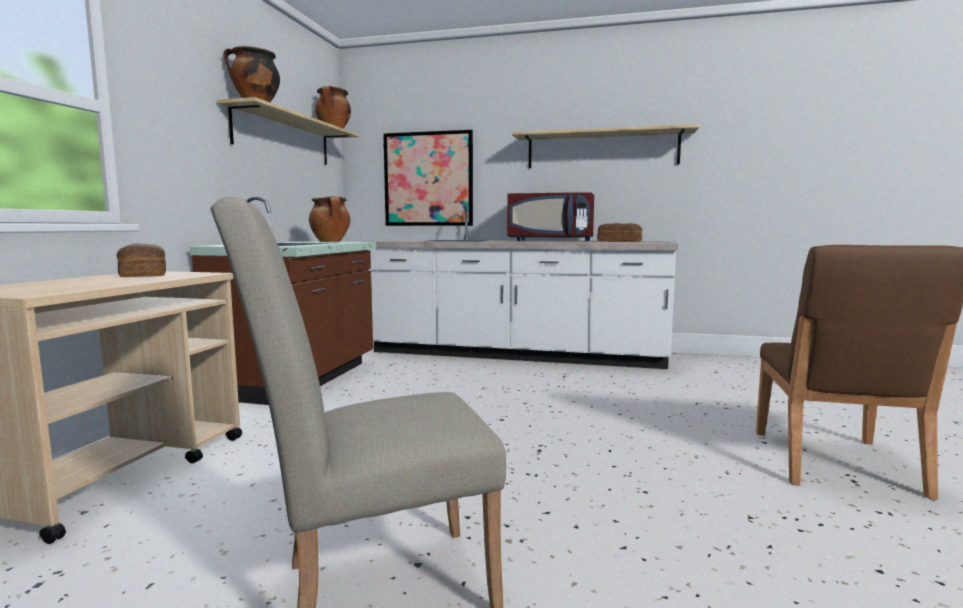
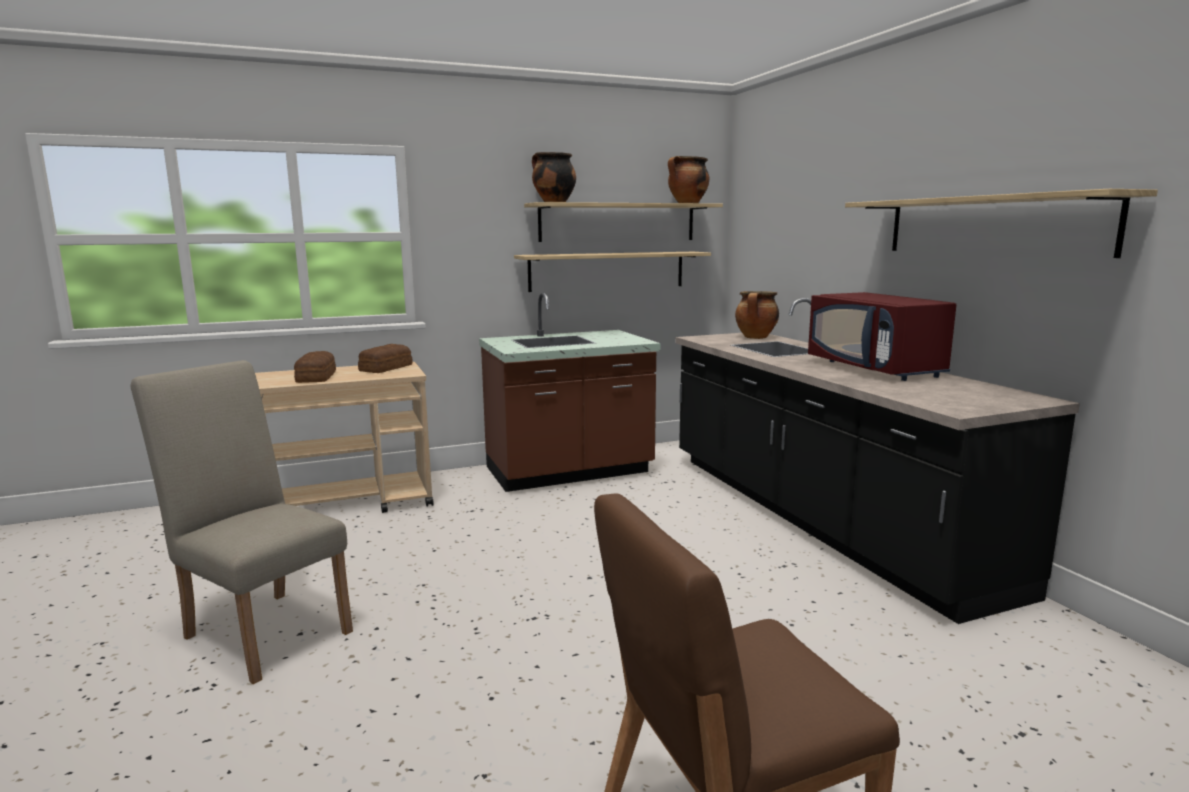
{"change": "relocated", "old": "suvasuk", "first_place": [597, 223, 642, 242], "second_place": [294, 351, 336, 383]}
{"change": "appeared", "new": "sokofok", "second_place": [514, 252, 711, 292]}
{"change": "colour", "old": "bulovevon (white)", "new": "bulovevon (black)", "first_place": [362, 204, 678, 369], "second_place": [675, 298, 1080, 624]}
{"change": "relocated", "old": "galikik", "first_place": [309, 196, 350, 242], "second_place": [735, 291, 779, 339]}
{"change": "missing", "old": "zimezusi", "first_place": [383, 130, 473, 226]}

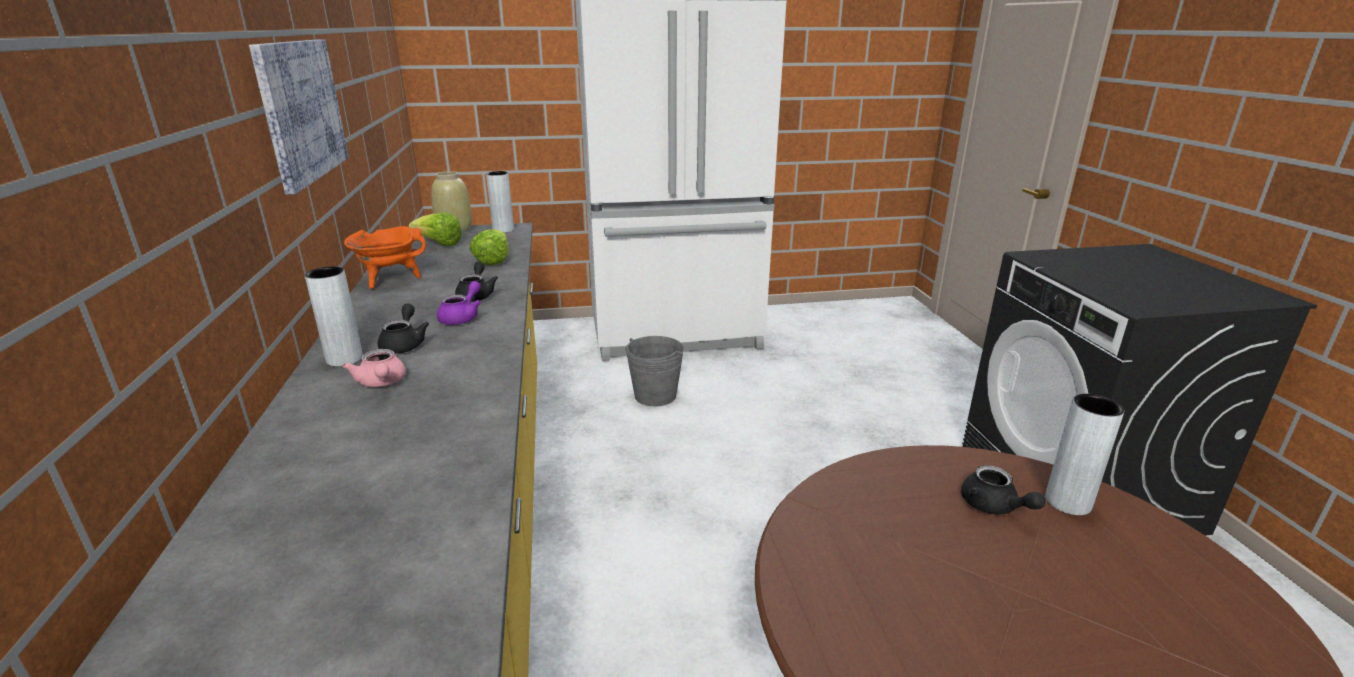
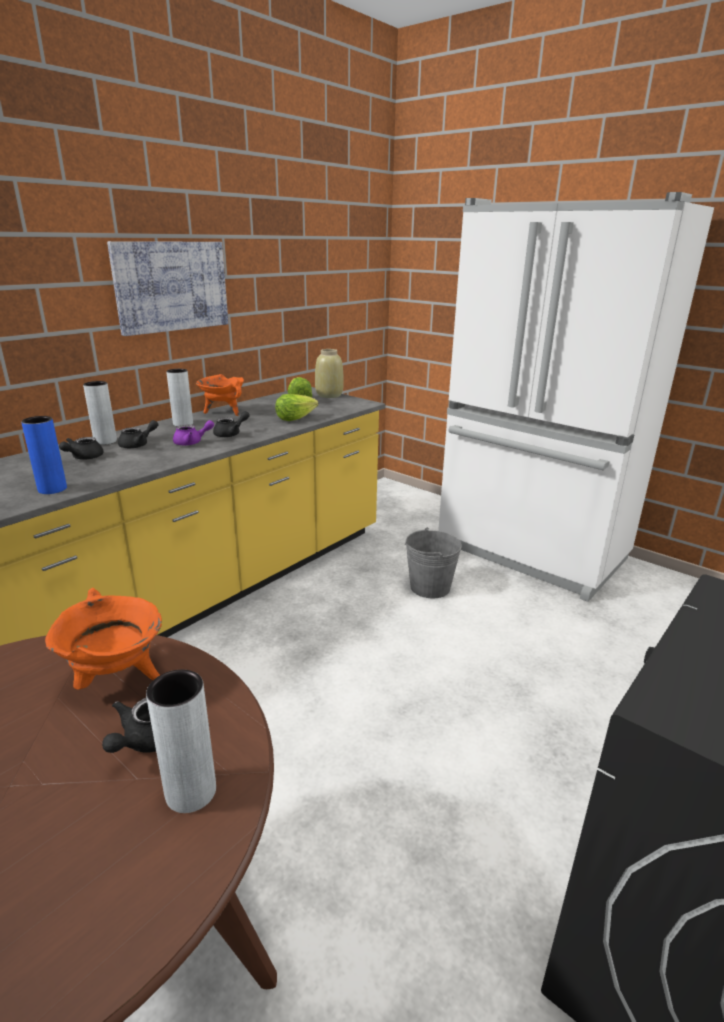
{"change": "appeared", "new": "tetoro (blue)", "second_place": [21, 416, 67, 494]}
{"change": "appeared", "new": "galikik (orange)", "second_place": [45, 588, 162, 690]}
{"change": "colour", "old": "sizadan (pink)", "new": "sizadan (black)", "first_place": [343, 349, 406, 387], "second_place": [59, 437, 104, 460]}
{"change": "relocated", "old": "tetoro (grey)", "first_place": [486, 171, 514, 233], "second_place": [166, 369, 193, 426]}

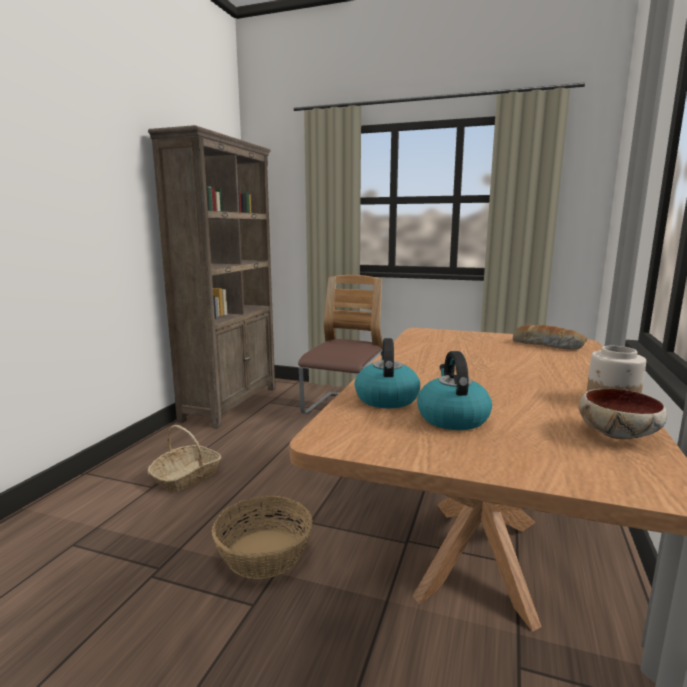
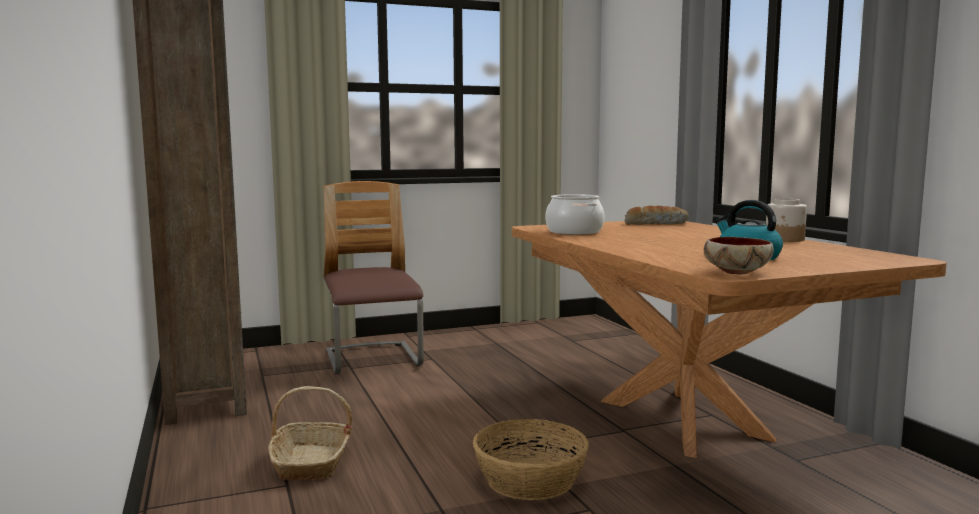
{"change": "appeared", "new": "galikik", "second_place": [545, 194, 604, 235]}
{"change": "relocated", "old": "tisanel", "first_place": [579, 388, 667, 439], "second_place": [704, 237, 774, 275]}
{"change": "missing", "old": "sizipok", "first_place": [355, 338, 420, 408]}

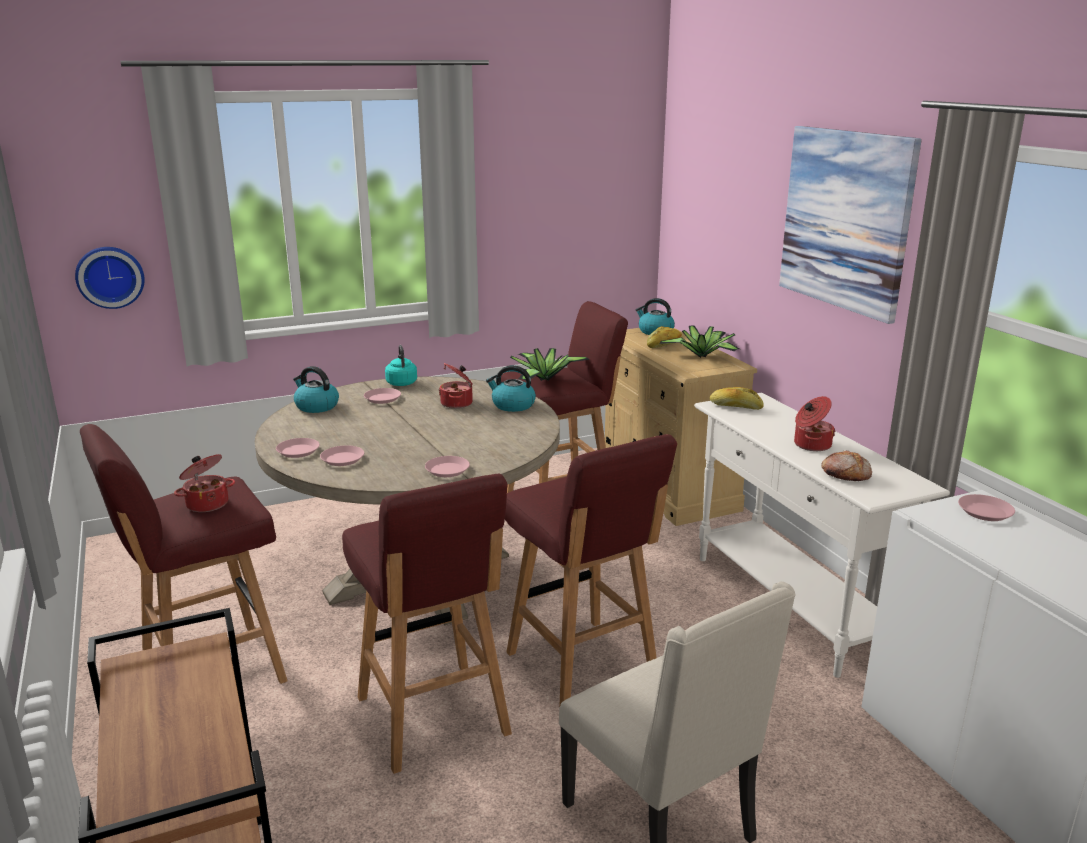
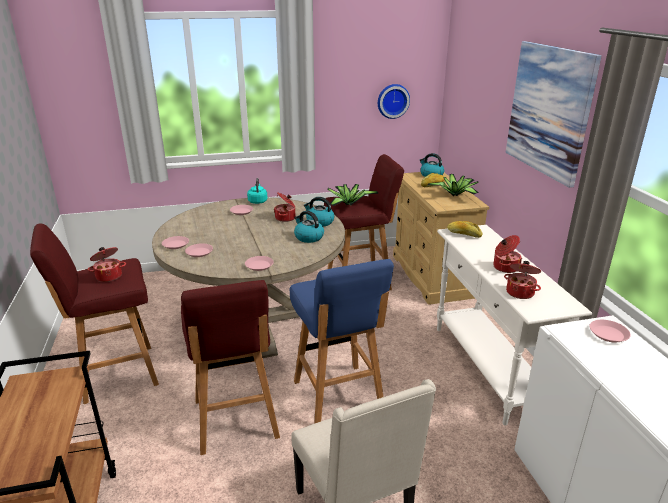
{"change": "colour", "old": "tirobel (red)", "new": "tirobel (blue)", "first_place": [505, 434, 677, 709], "second_place": [290, 259, 394, 424]}
{"change": "relocated", "old": "sizipok", "first_place": [293, 366, 339, 413], "second_place": [294, 210, 324, 243]}
{"change": "relocated", "old": "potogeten", "first_place": [75, 247, 145, 309], "second_place": [378, 84, 410, 119]}
{"change": "exchanged", "old": "suvasuk", "new": "galikik", "first_place": [821, 450, 872, 481], "second_place": [504, 261, 541, 299]}

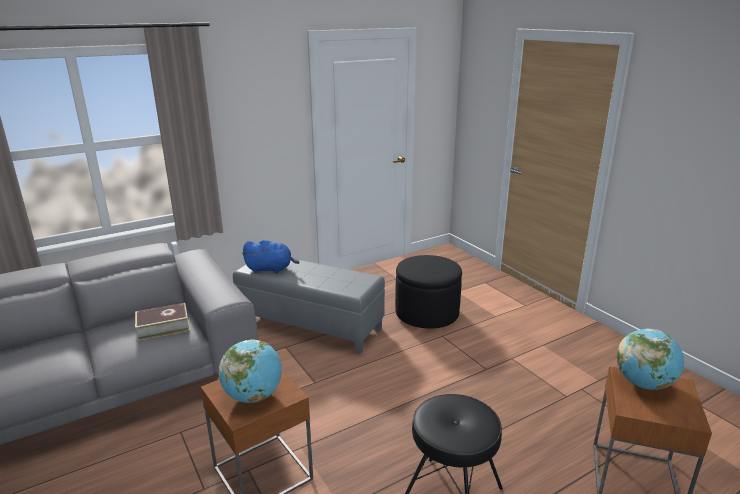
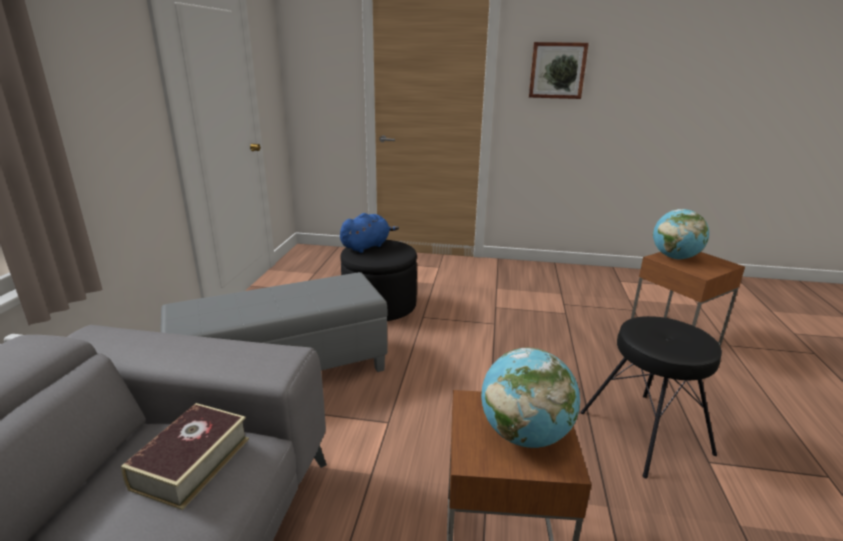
{"change": "relocated", "old": "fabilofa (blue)", "first_place": [242, 240, 299, 273], "second_place": [340, 213, 399, 253]}
{"change": "appeared", "new": "zimezusi", "second_place": [529, 42, 589, 99]}

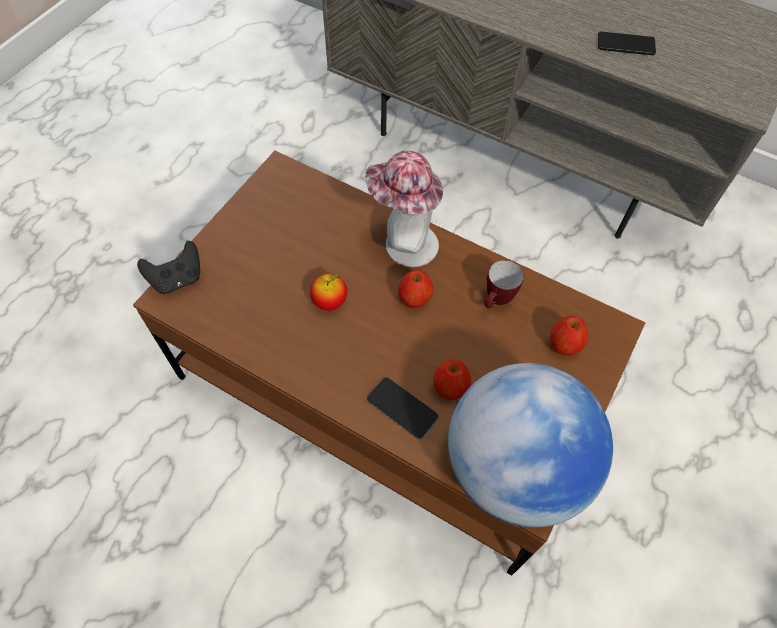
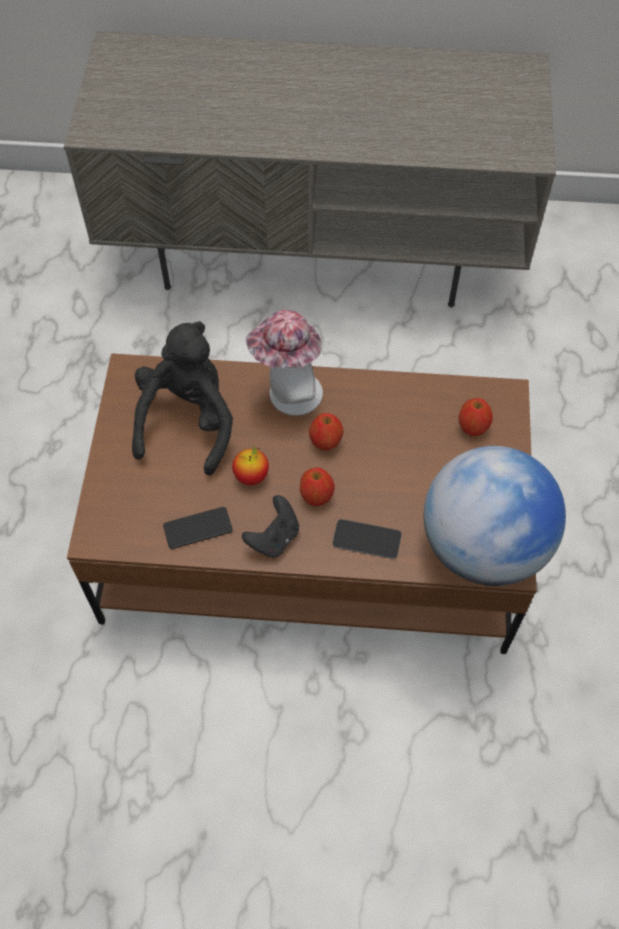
{"change": "appeared", "new": "fabilofa (black)", "second_place": [132, 321, 233, 476]}
{"change": "relocated", "old": "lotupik", "first_place": [598, 31, 656, 55], "second_place": [163, 507, 233, 549]}
{"change": "relocated", "old": "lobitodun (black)", "first_place": [137, 241, 200, 294], "second_place": [242, 495, 299, 558]}
{"change": "relocated", "old": "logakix", "first_place": [433, 359, 471, 400], "second_place": [300, 468, 335, 506]}
{"change": "missing", "old": "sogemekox", "first_place": [484, 260, 524, 308]}

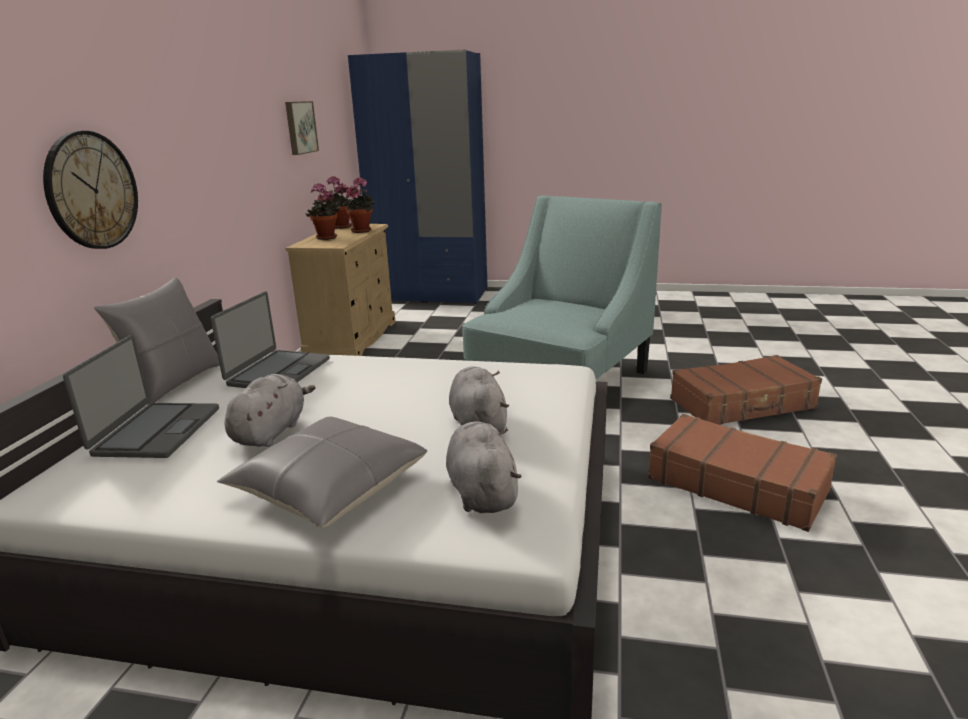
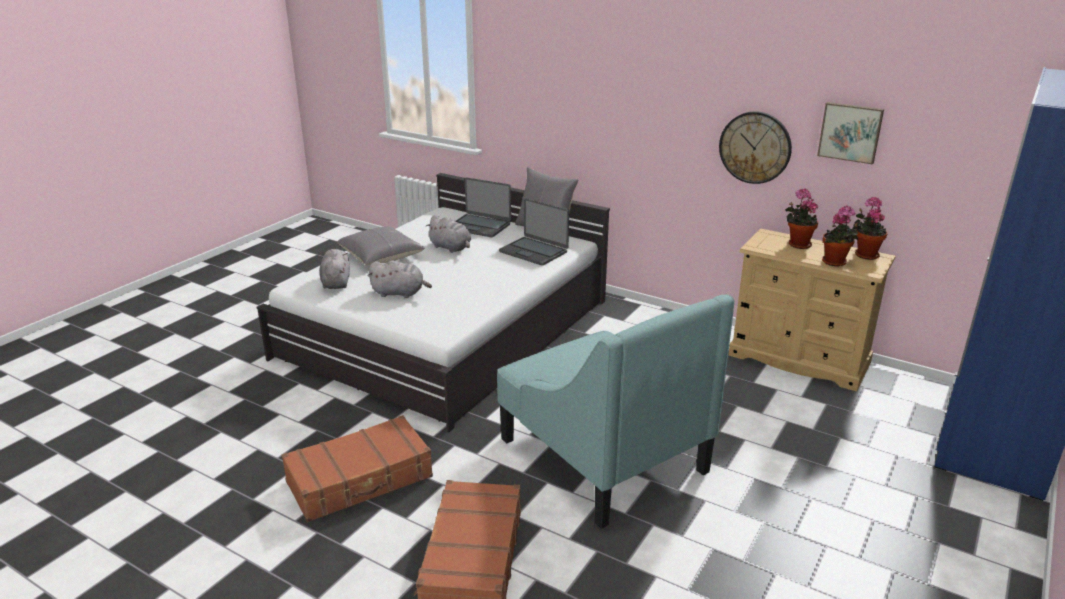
{"change": "spun", "old": "fabilofa (grey)", "first_place": [446, 422, 521, 513], "second_place": [319, 249, 350, 289], "degrees": -105}
{"change": "relocated", "old": "potogeten", "first_place": [43, 131, 138, 249], "second_place": [719, 111, 792, 184]}

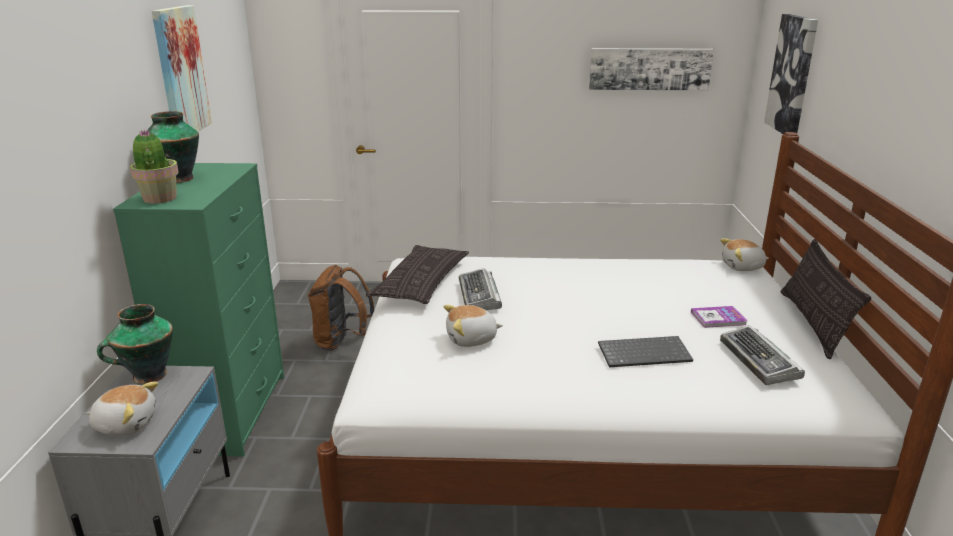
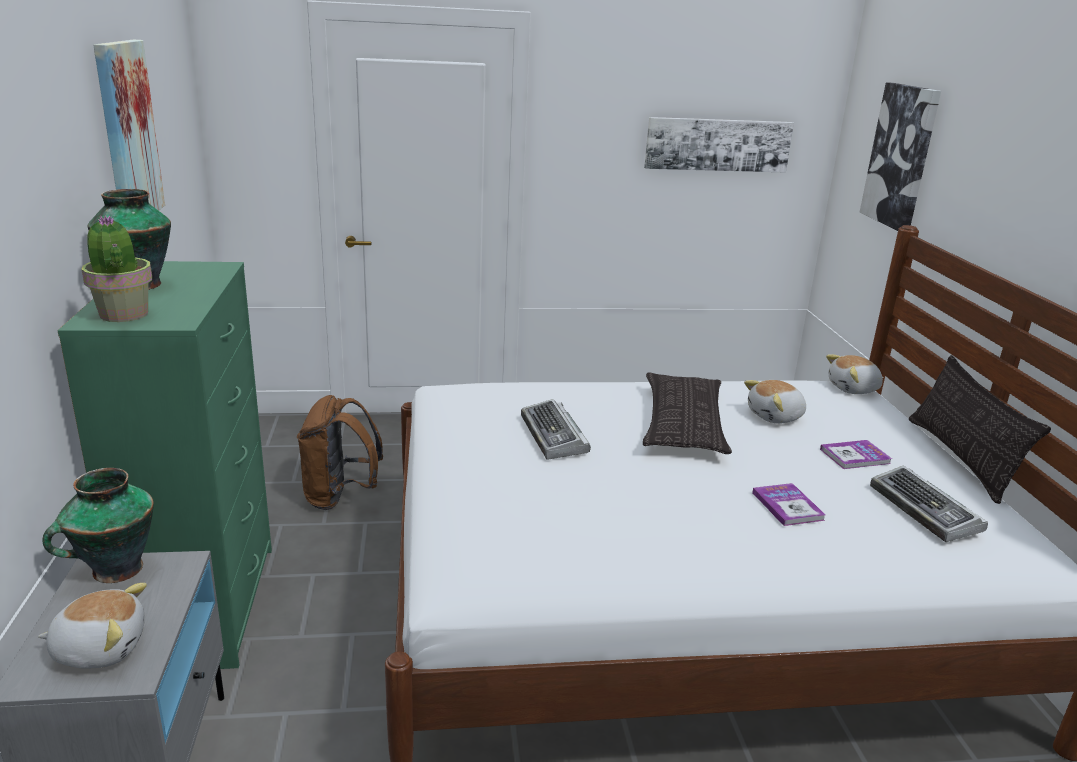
{"change": "relocated", "old": "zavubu", "first_place": [366, 245, 469, 304], "second_place": [643, 372, 732, 454]}
{"change": "relocated", "old": "fabilofa", "first_place": [443, 305, 503, 347], "second_place": [744, 380, 806, 423]}
{"change": "exchanged", "old": "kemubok", "new": "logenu", "first_place": [598, 336, 693, 367], "second_place": [752, 483, 826, 526]}

